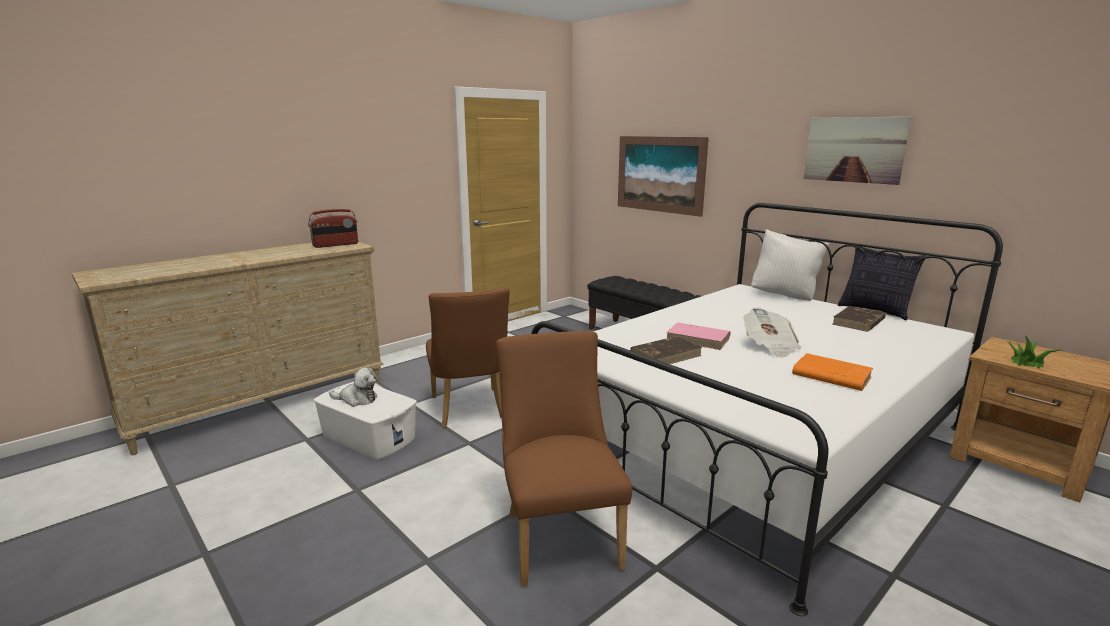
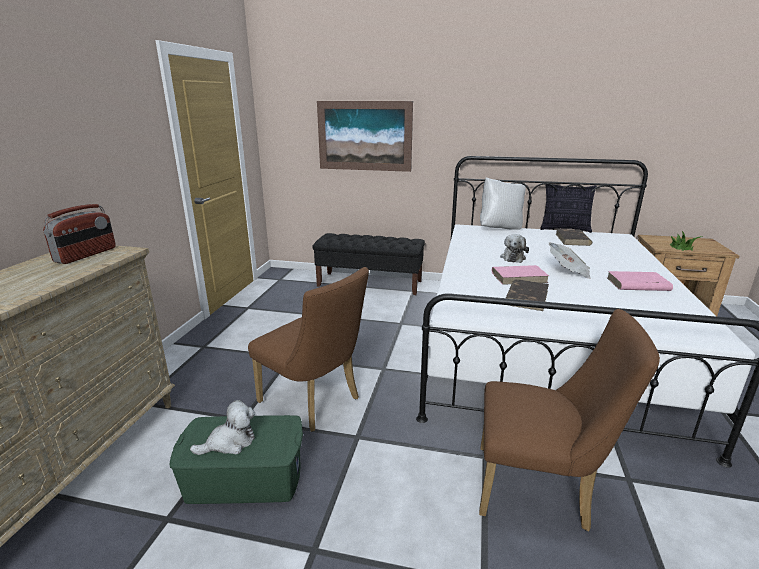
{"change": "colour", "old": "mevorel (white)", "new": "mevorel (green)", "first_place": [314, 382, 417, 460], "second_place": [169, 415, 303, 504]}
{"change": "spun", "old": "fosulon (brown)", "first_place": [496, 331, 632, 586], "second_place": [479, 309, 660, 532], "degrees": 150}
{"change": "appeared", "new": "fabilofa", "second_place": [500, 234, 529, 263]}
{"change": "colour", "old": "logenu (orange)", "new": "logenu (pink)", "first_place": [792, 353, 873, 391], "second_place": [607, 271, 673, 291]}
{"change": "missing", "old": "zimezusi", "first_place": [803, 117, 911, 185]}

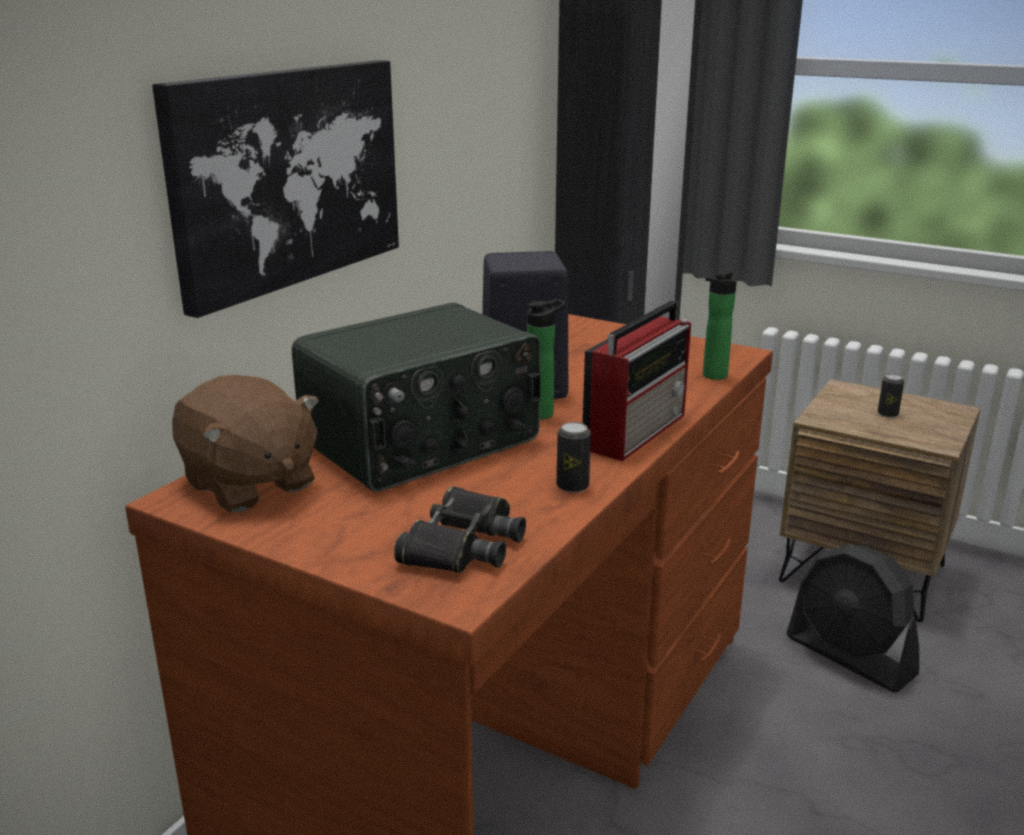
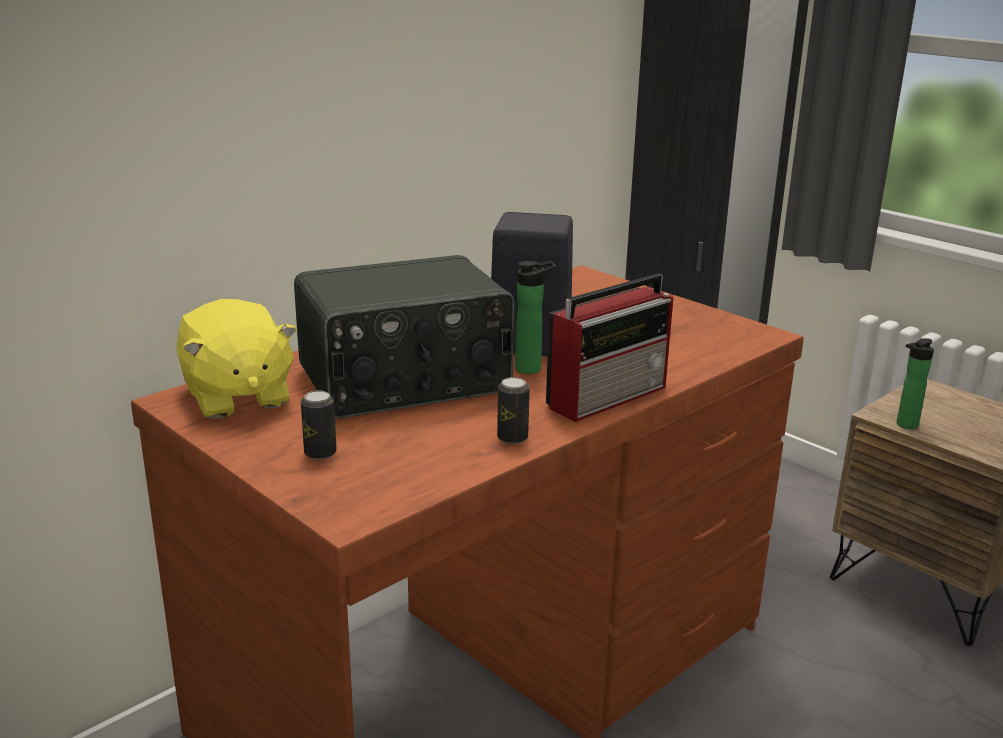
{"change": "colour", "old": "fabilofa (brown)", "new": "fabilofa (yellow)", "first_place": [172, 375, 319, 512], "second_place": [176, 299, 297, 419]}
{"change": "relocated", "old": "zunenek", "first_place": [878, 374, 904, 417], "second_place": [301, 390, 337, 460]}
{"change": "relocated", "old": "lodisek", "first_place": [703, 269, 737, 380], "second_place": [896, 338, 934, 429]}
{"change": "missing", "old": "zimezusi", "first_place": [152, 60, 399, 318]}
{"change": "missing", "old": "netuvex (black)", "first_place": [394, 487, 526, 573]}
{"change": "missing", "old": "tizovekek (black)", "first_place": [786, 544, 919, 693]}

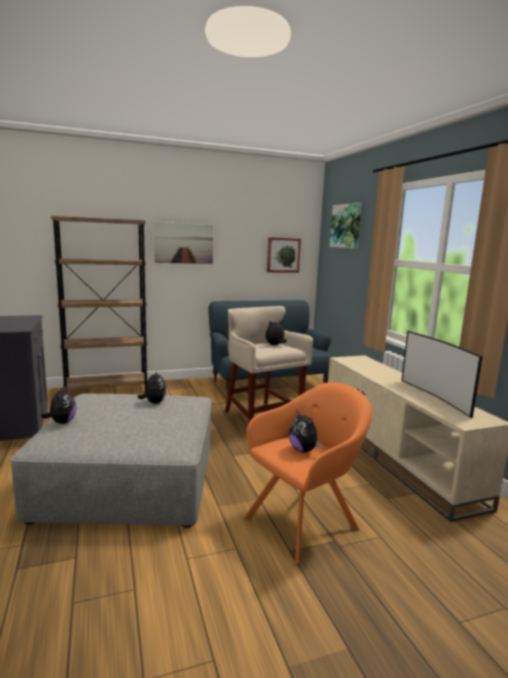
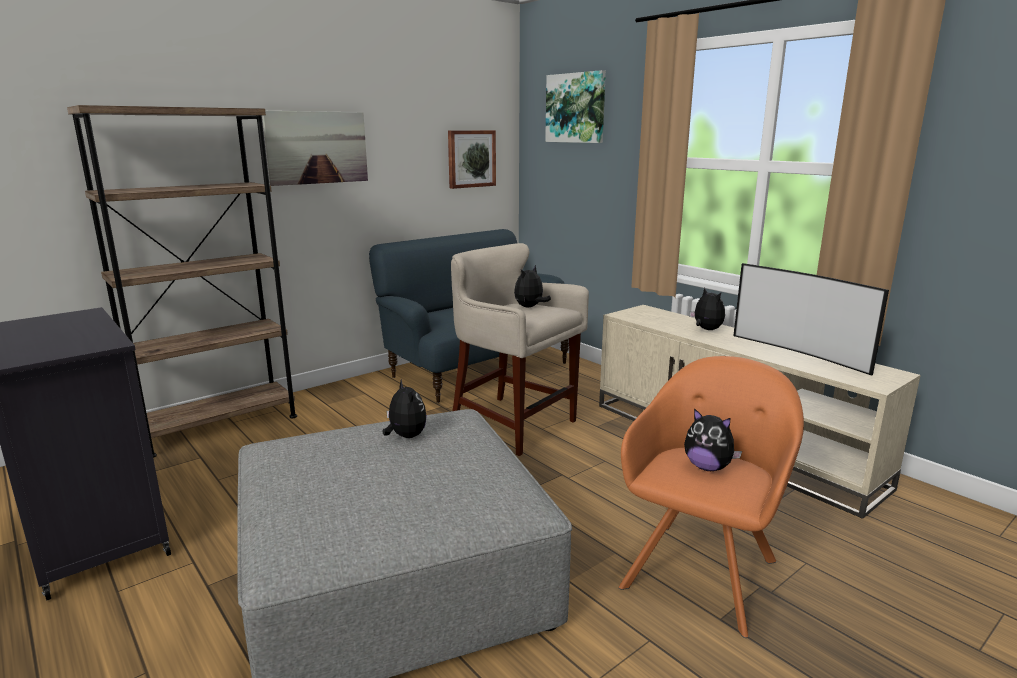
{"change": "relocated", "old": "fabilofa", "first_place": [41, 385, 76, 424], "second_place": [689, 288, 725, 330]}

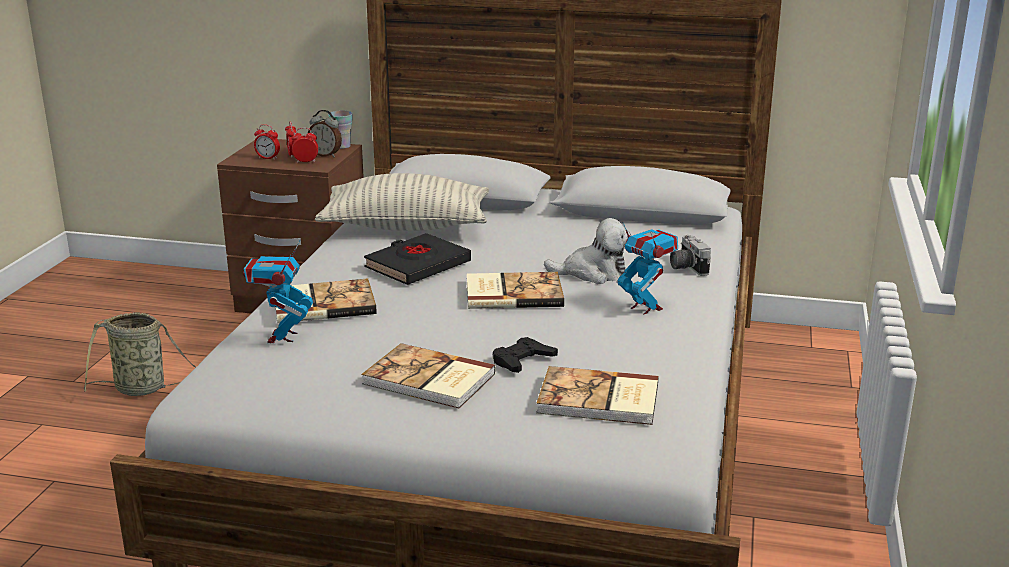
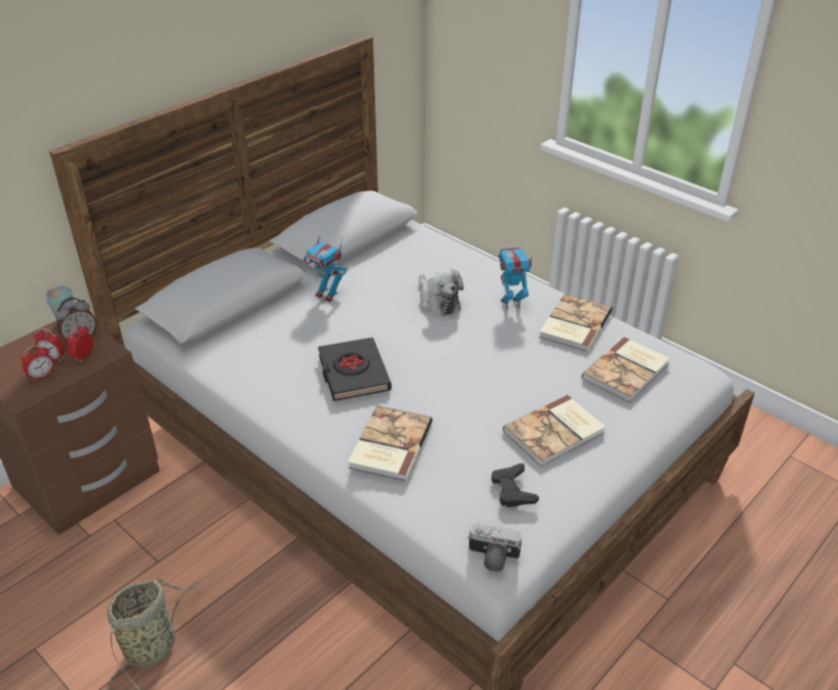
{"change": "relocated", "old": "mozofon", "first_place": [243, 240, 313, 343], "second_place": [304, 228, 346, 302]}
{"change": "spun", "old": "fabilofa", "first_place": [544, 218, 631, 284], "second_place": [419, 268, 464, 316], "degrees": 120}
{"change": "relocated", "old": "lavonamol", "first_place": [670, 235, 711, 276], "second_place": [467, 524, 522, 572]}
{"change": "relocated", "old": "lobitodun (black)", "first_place": [493, 337, 558, 373], "second_place": [491, 463, 539, 507]}
{"change": "relocated", "old": "logenu", "first_place": [467, 272, 564, 309], "second_place": [539, 294, 612, 352]}
{"change": "missing", "old": "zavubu", "first_place": [315, 173, 489, 231]}

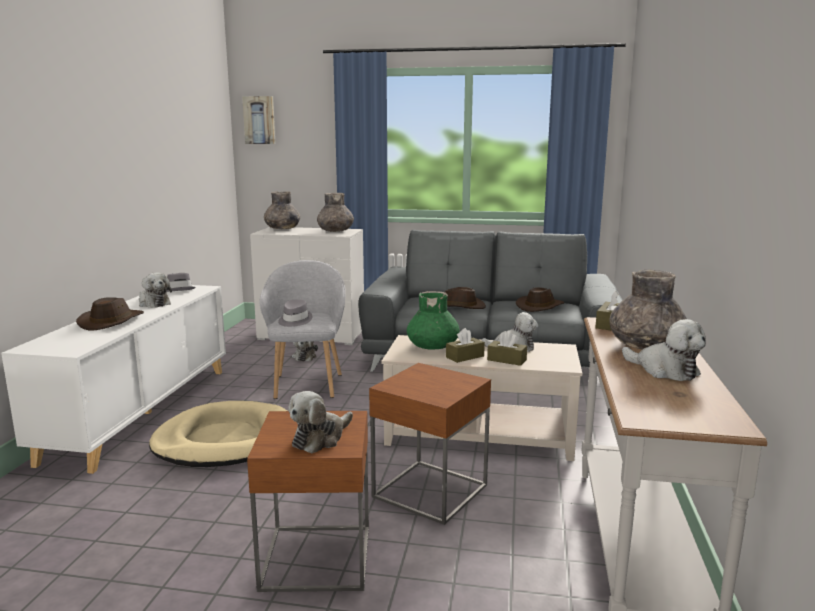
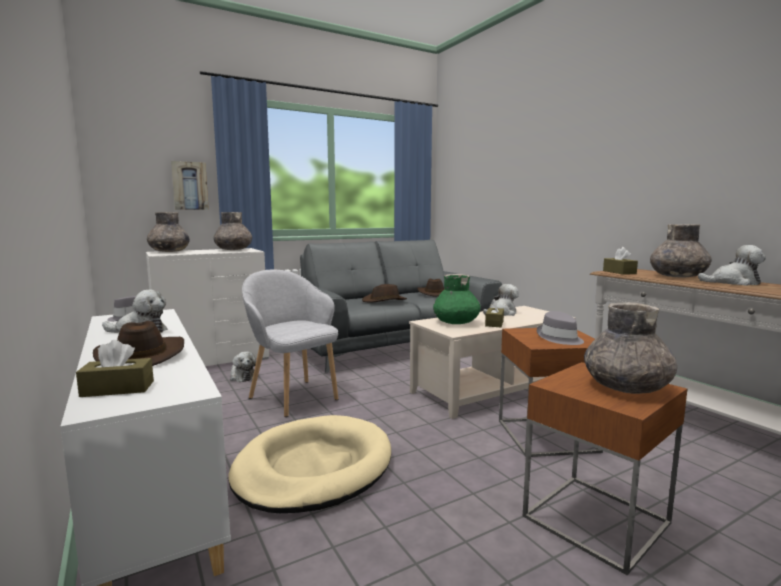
{"change": "relocated", "old": "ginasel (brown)", "first_place": [487, 331, 527, 366], "second_place": [76, 340, 154, 397]}
{"change": "relocated", "old": "zimezusi", "first_place": [242, 96, 276, 144], "second_place": [171, 161, 209, 210]}
{"change": "relocated", "old": "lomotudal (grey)", "first_place": [278, 299, 313, 327], "second_place": [537, 311, 584, 345]}
{"change": "exchanged", "old": "fabilofa", "new": "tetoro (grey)", "first_place": [288, 391, 353, 453], "second_place": [584, 302, 677, 394]}

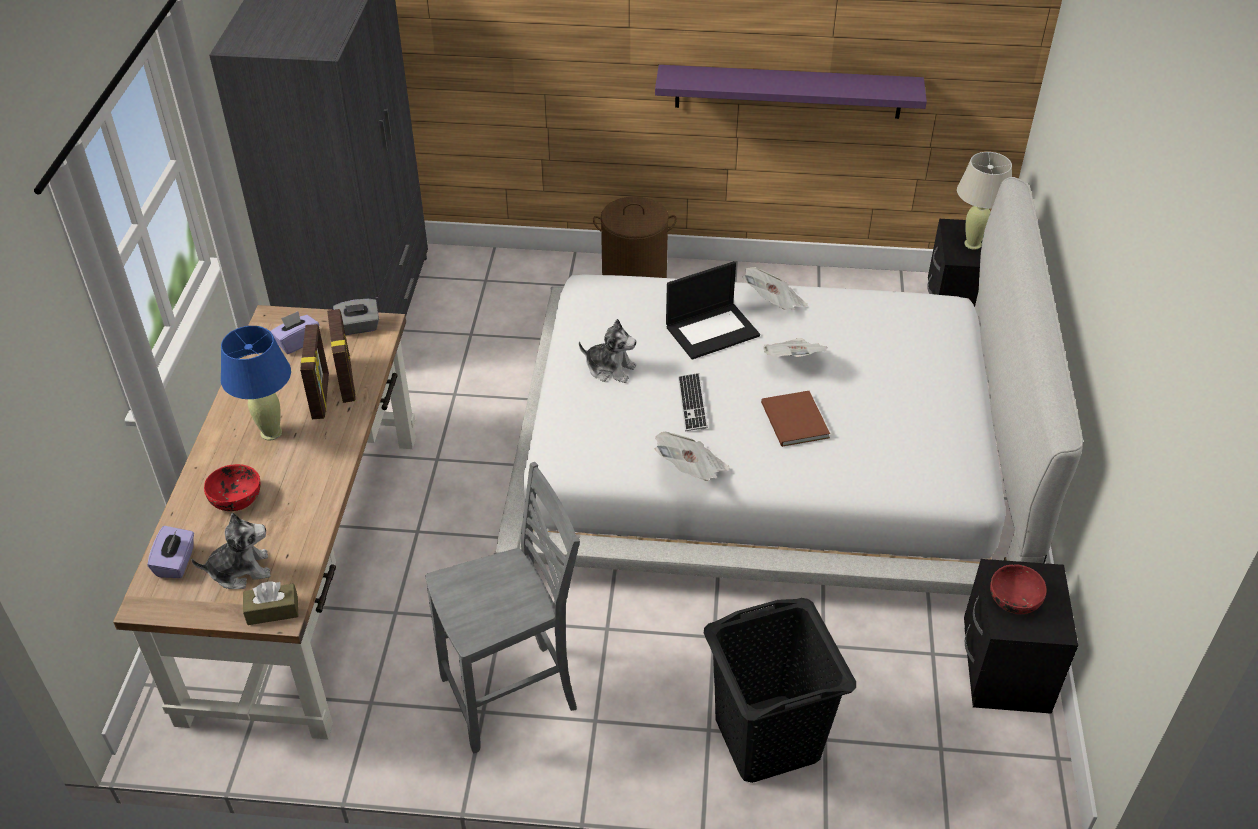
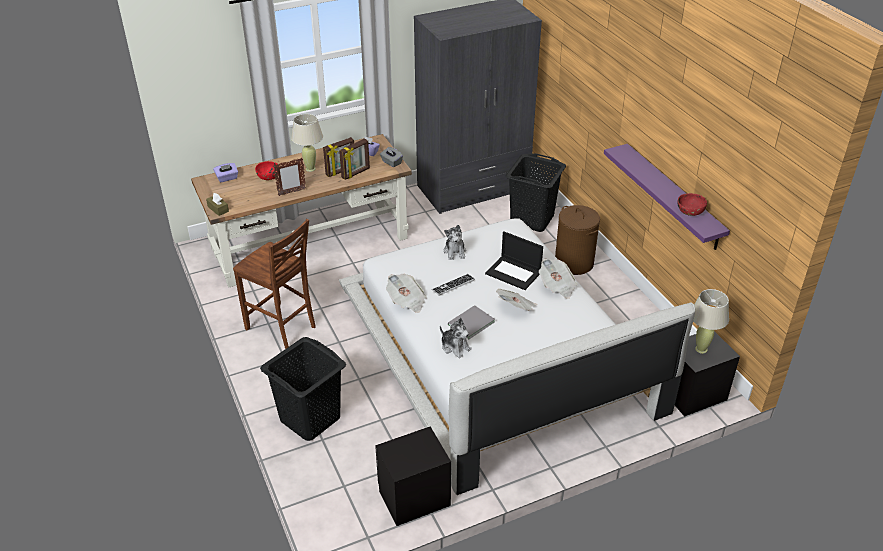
{"change": "colour", "old": "fosulon (grey)", "new": "fosulon (brown)", "first_place": [425, 462, 580, 753], "second_place": [233, 219, 316, 349]}
{"change": "appeared", "new": "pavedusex", "second_place": [273, 158, 306, 196]}
{"change": "colour", "old": "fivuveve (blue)", "new": "fivuveve (beige)", "first_place": [221, 326, 291, 441], "second_place": [291, 114, 323, 172]}
{"change": "relocated", "old": "fabilofa", "first_place": [192, 513, 271, 589], "second_place": [440, 318, 472, 358]}
{"change": "colour", "old": "logenu (brown)", "new": "logenu (grey)", "first_place": [761, 391, 830, 447], "second_place": [448, 305, 495, 339]}
{"change": "appeared", "new": "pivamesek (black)", "second_place": [505, 153, 566, 232]}
{"change": "relocated", "old": "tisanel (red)", "first_place": [990, 564, 1047, 614], "second_place": [677, 193, 707, 216]}

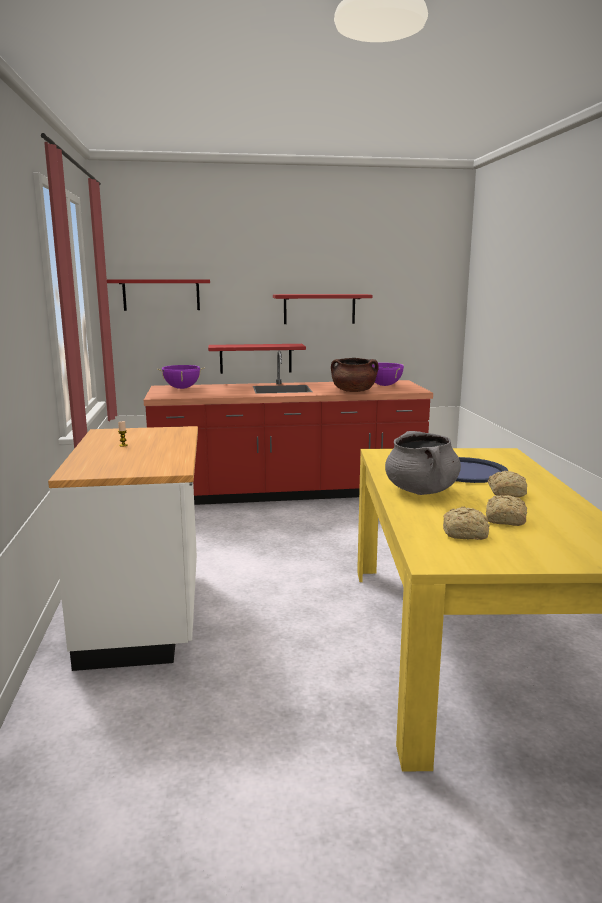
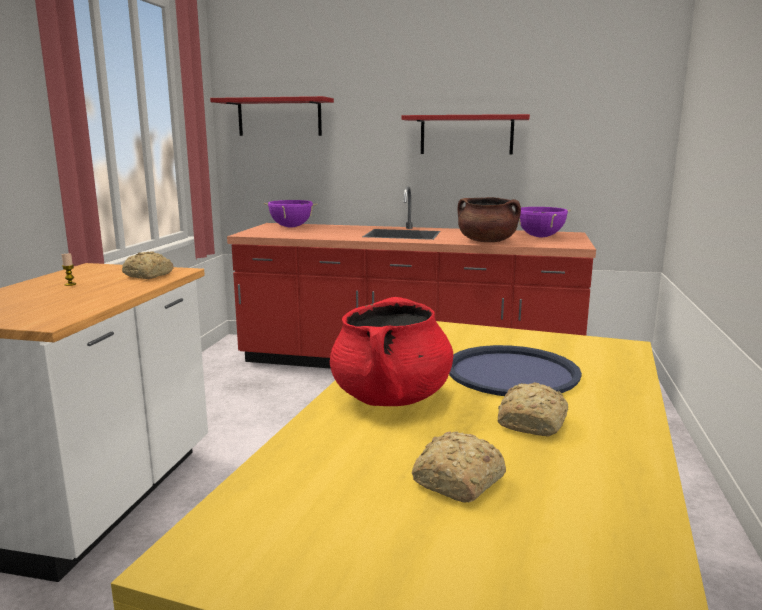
{"change": "relocated", "old": "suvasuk", "first_place": [443, 506, 490, 540], "second_place": [122, 251, 174, 279]}
{"change": "colour", "old": "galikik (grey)", "new": "galikik (red)", "first_place": [385, 431, 461, 495], "second_place": [330, 297, 453, 406]}
{"change": "missing", "old": "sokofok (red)", "first_place": [208, 344, 306, 374]}

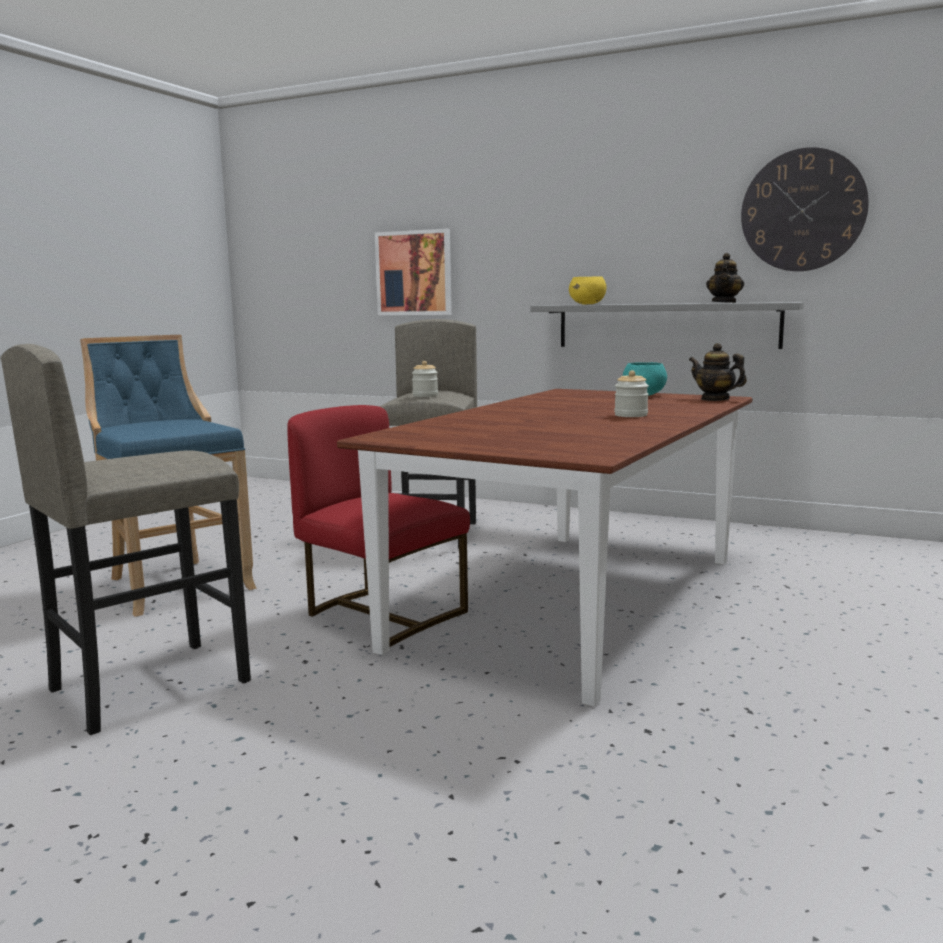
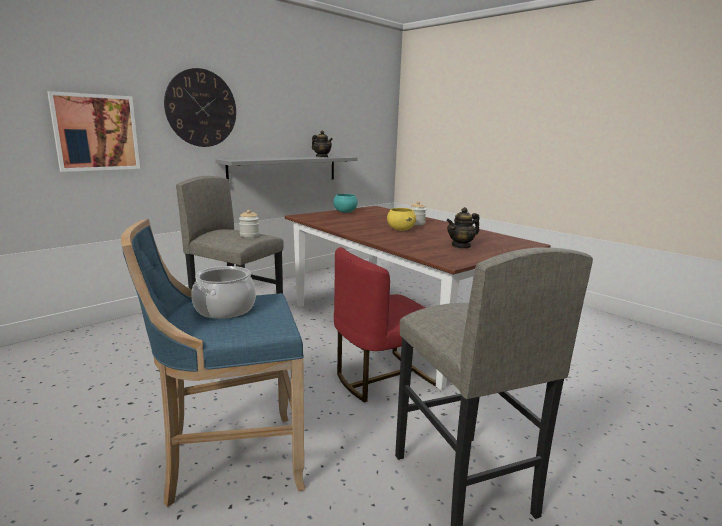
{"change": "relocated", "old": "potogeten", "first_place": [741, 147, 869, 271], "second_place": [164, 68, 236, 147]}
{"change": "appeared", "new": "galikik", "second_place": [192, 266, 256, 319]}
{"change": "relocated", "old": "tisanel (yellow)", "first_place": [569, 276, 606, 304], "second_place": [387, 208, 416, 231]}
{"change": "relocated", "old": "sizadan", "first_place": [689, 343, 747, 401], "second_place": [446, 207, 480, 249]}

